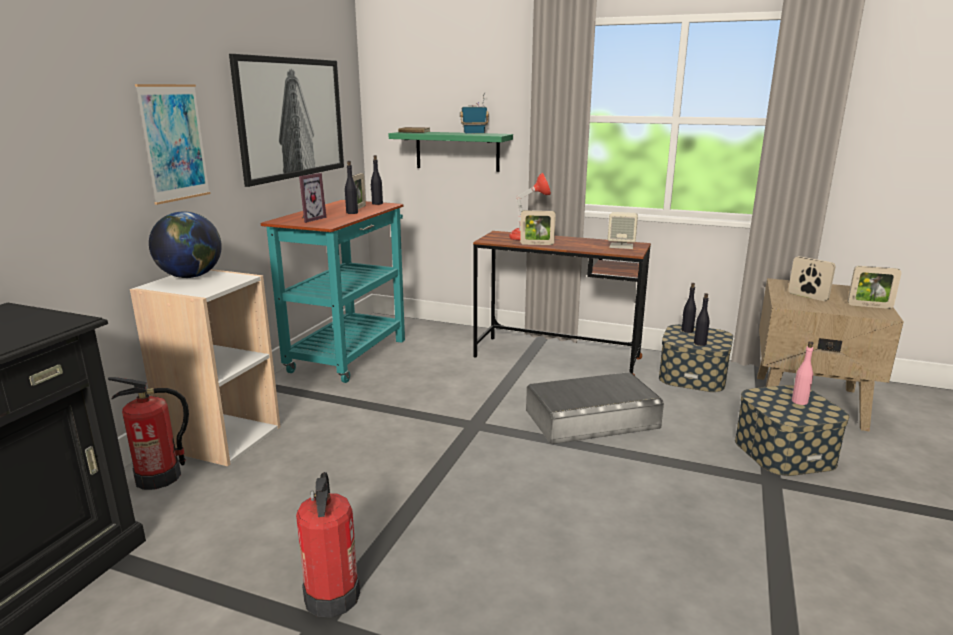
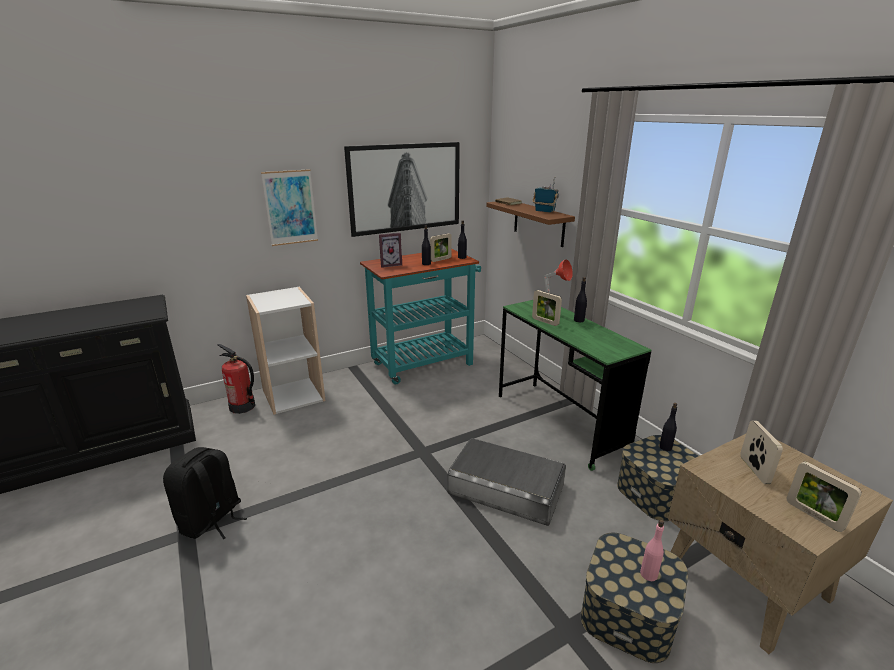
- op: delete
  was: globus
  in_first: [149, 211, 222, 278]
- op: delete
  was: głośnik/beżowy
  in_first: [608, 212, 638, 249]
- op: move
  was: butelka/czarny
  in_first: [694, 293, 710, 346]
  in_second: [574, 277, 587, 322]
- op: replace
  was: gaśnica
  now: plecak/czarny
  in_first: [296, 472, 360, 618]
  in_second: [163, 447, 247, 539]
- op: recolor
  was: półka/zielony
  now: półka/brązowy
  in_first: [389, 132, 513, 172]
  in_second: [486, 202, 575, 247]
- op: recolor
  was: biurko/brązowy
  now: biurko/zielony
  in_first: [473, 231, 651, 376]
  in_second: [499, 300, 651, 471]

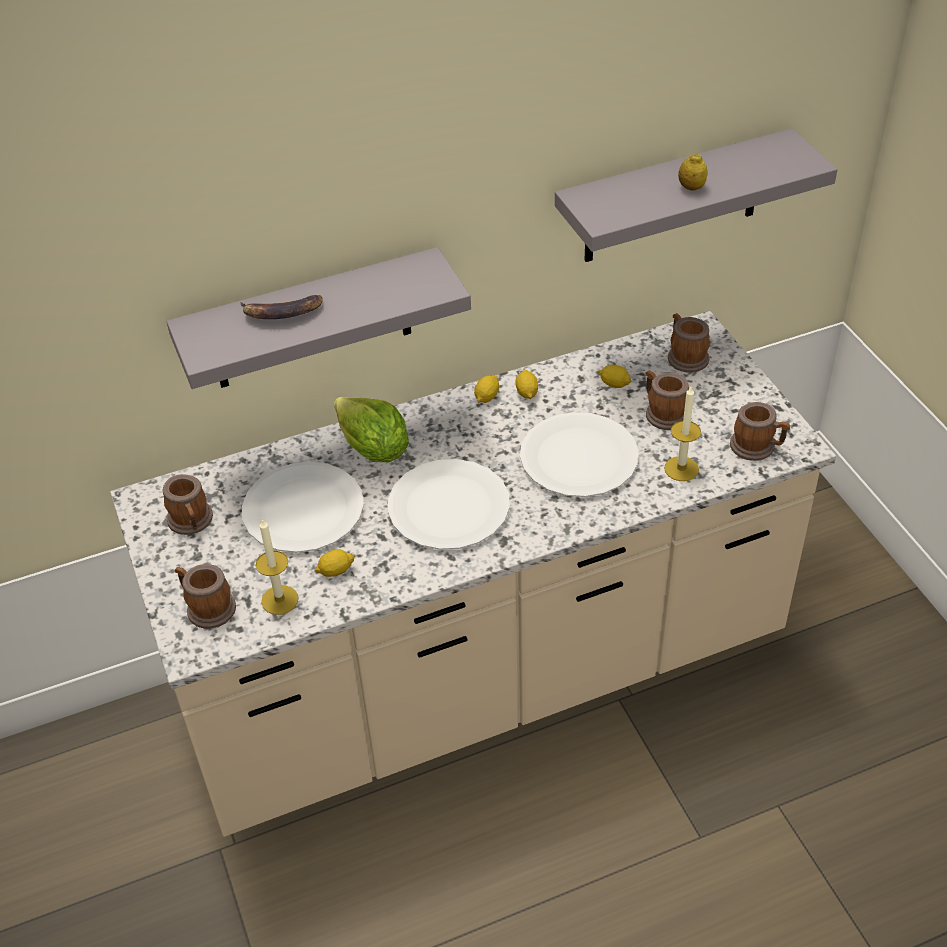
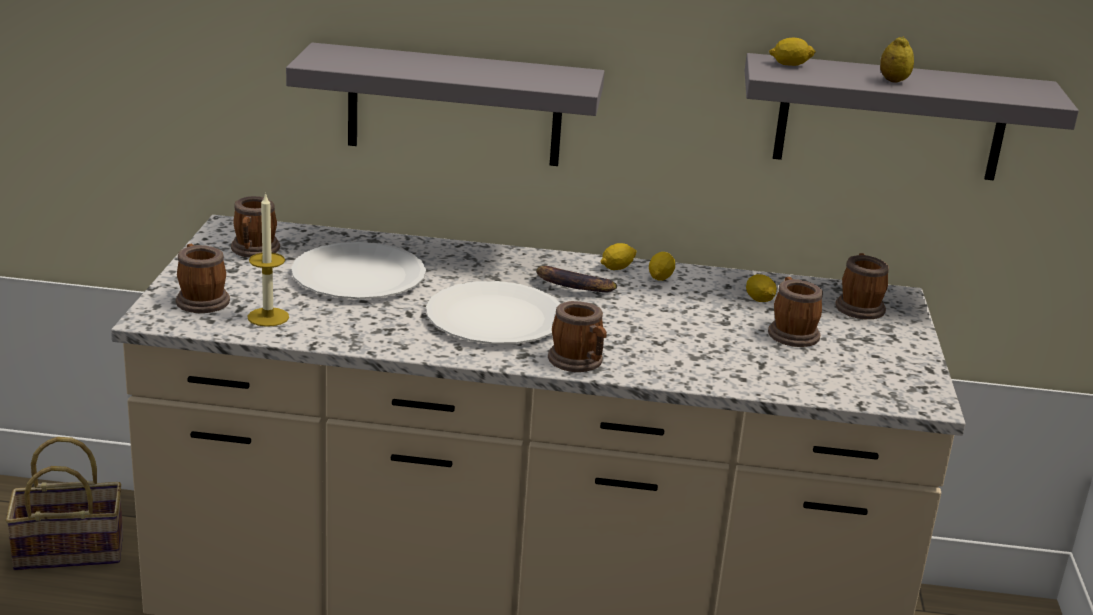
- op: delete
  was: sałata
  in_first: [334, 397, 409, 462]
- op: delete
  was: talerz/biały
  in_first: [520, 412, 639, 497]
- op: delete
  was: świeca
  in_first: [664, 387, 701, 481]
- op: insert
  now: koszyk
  in_second: [5, 437, 123, 570]
- op: move
  was: banan
  in_first: [240, 295, 322, 319]
  in_second: [536, 266, 617, 292]
- op: move
  was: cytryna
  in_first: [314, 549, 355, 577]
  in_second: [769, 38, 816, 66]
- op: move
  was: kubek
  in_first: [730, 402, 790, 461]
  in_second: [548, 301, 607, 372]

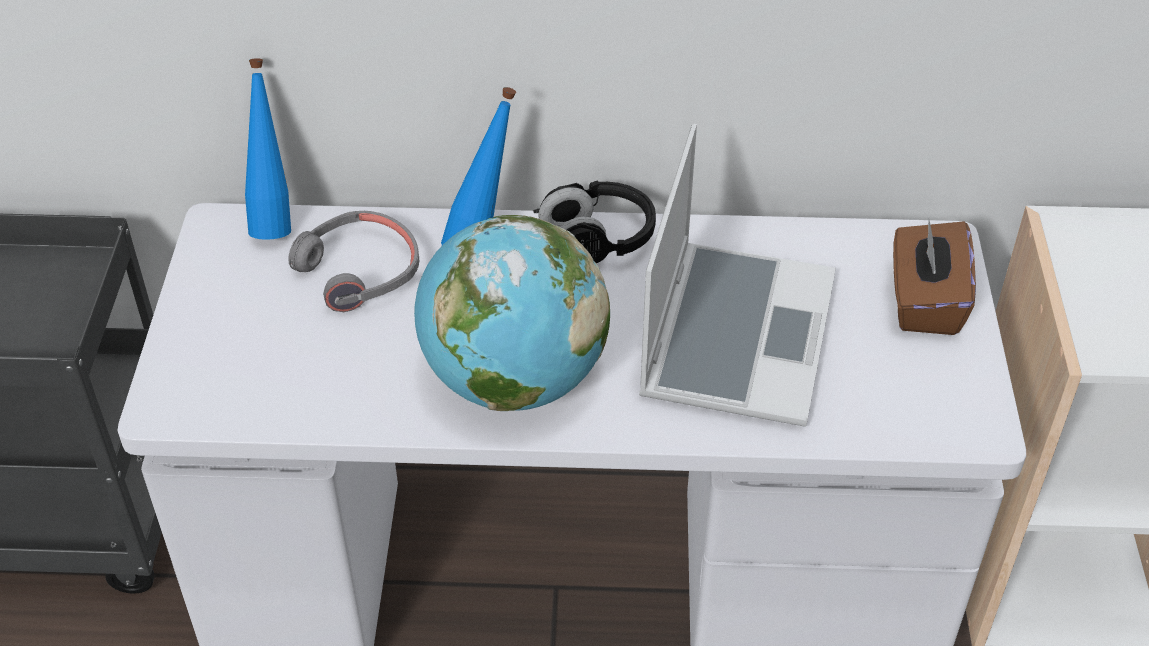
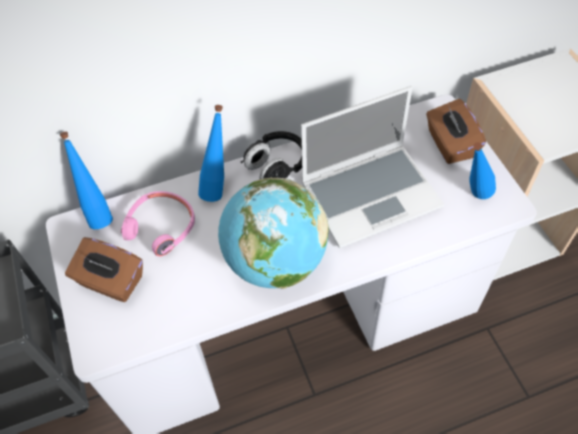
- op: insert
  now: pudełko chusteczek/brązowy
  in_second: [65, 237, 143, 302]
- op: insert
  now: butelka/niebieski
  in_second: [469, 142, 496, 199]
- op: recolor
  was: słuchawki/szary
  now: słuchawki/różowy
  in_first: [288, 211, 419, 312]
  in_second: [121, 191, 195, 257]
- op: rotate
  was: laptop
  in_first: [639, 124, 836, 427]
  in_second: [301, 86, 444, 249]
  clockwise: 75

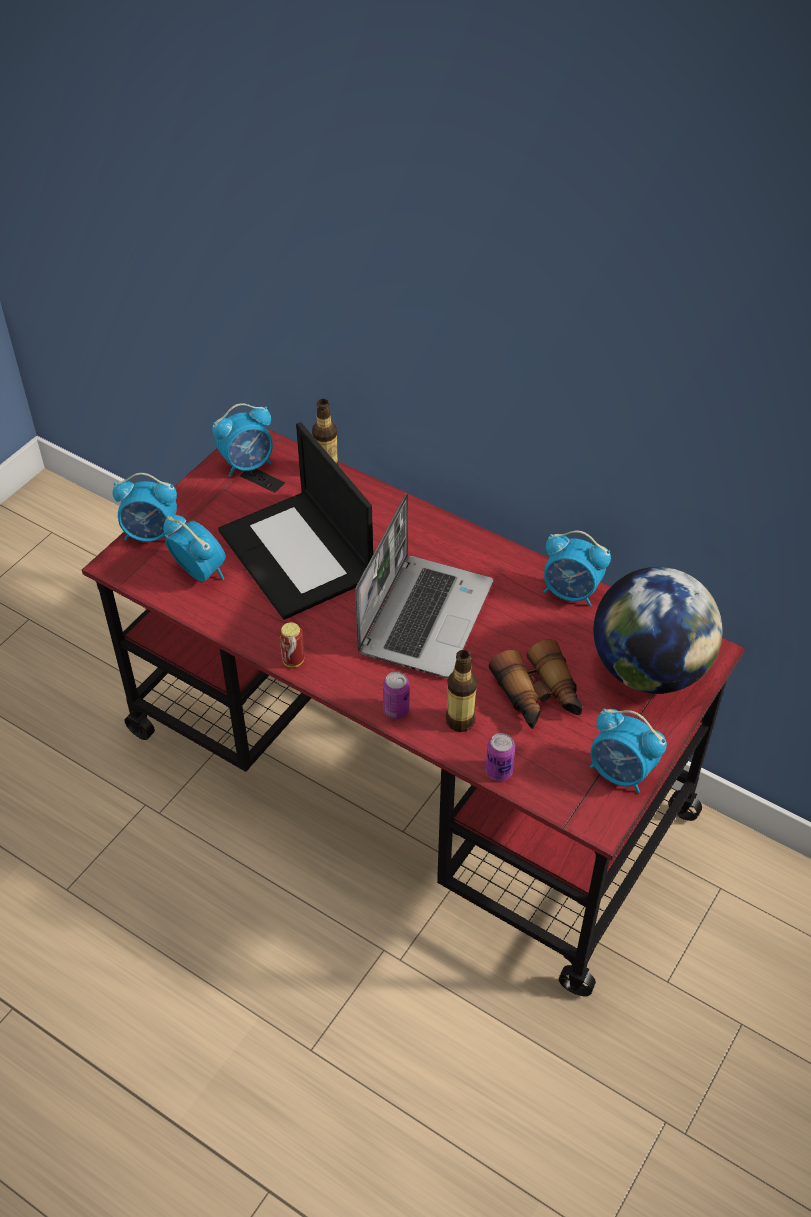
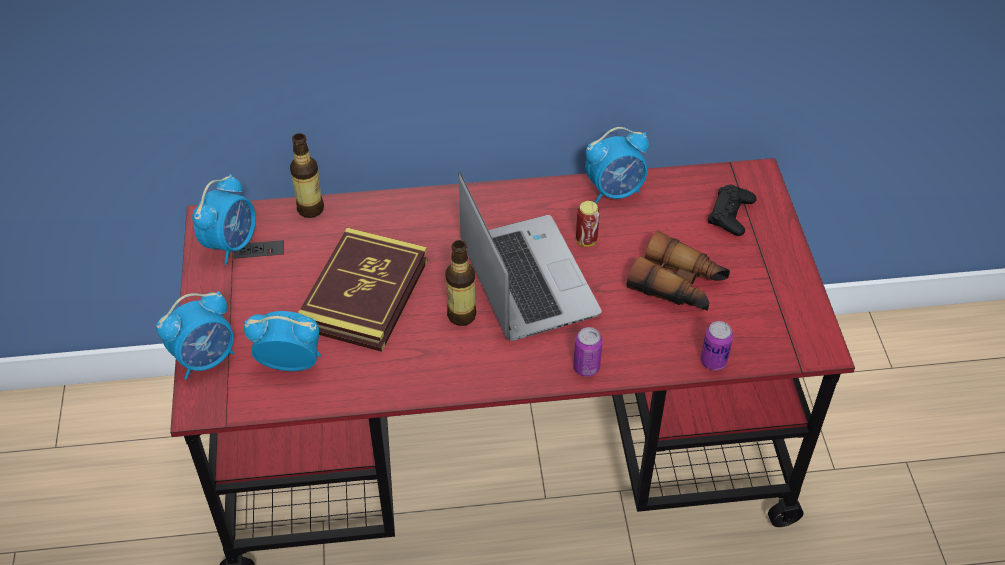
- op: delete
  was: budzik
  in_first: [590, 708, 667, 793]
- op: move
  was: puszka
  in_first: [279, 622, 304, 668]
  in_second: [576, 201, 600, 247]
- op: move
  was: butelka
  in_first: [446, 650, 477, 732]
  in_second: [446, 240, 477, 326]
- op: replace
  was: laptop
  now: książka
  in_first: [218, 422, 373, 620]
  in_second: [298, 228, 428, 352]
- op: replace
  was: globus
  now: pad do gier/czarny
  in_first: [593, 567, 722, 694]
  in_second: [708, 185, 756, 236]

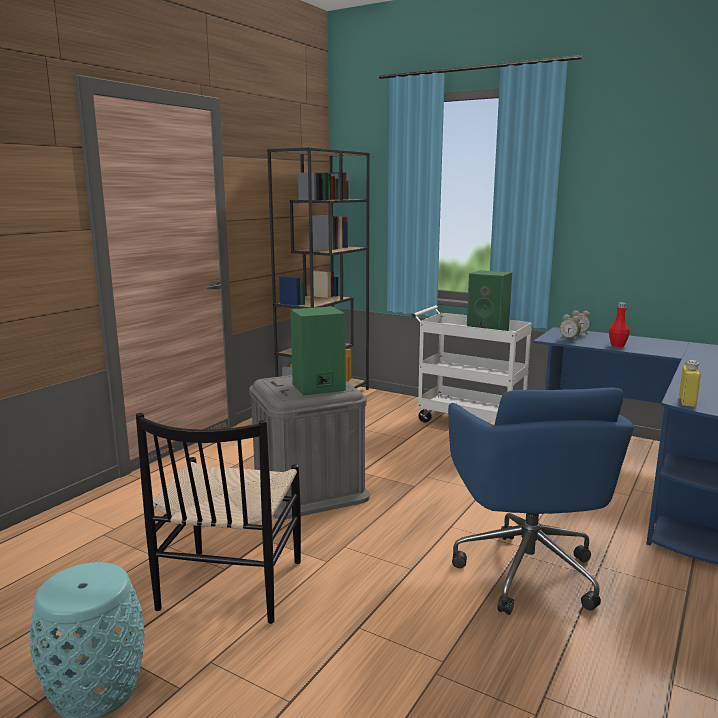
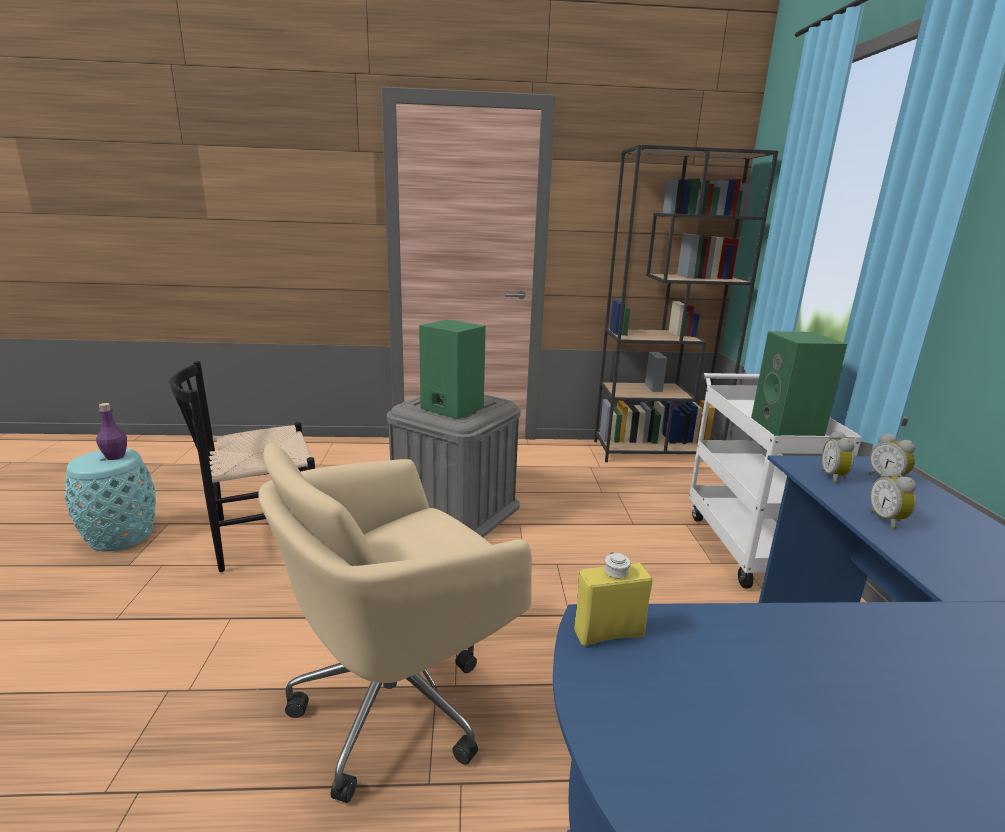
- op: insert
  now: butelka/fioletowy
  in_second: [96, 403, 127, 460]
- op: replace
  was: butelka/czerwony
  now: budzik
  in_first: [609, 302, 630, 347]
  in_second: [870, 467, 917, 529]
- op: recolor
  was: krzesło biurowe/niebieski
  now: krzesło biurowe/beżowy
  in_first: [448, 388, 634, 615]
  in_second: [258, 443, 532, 803]

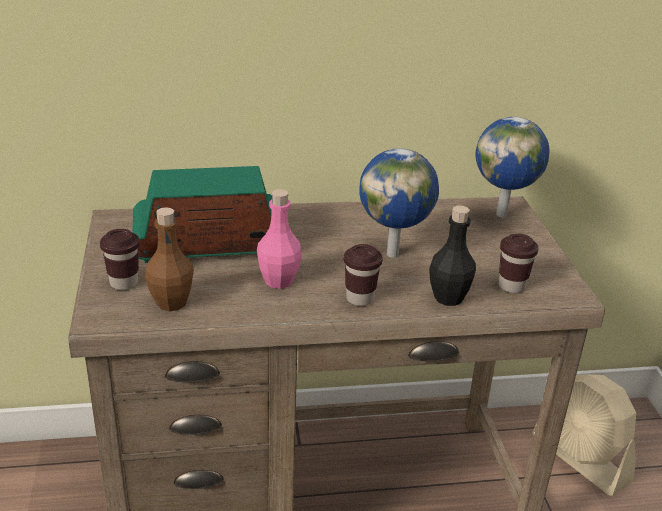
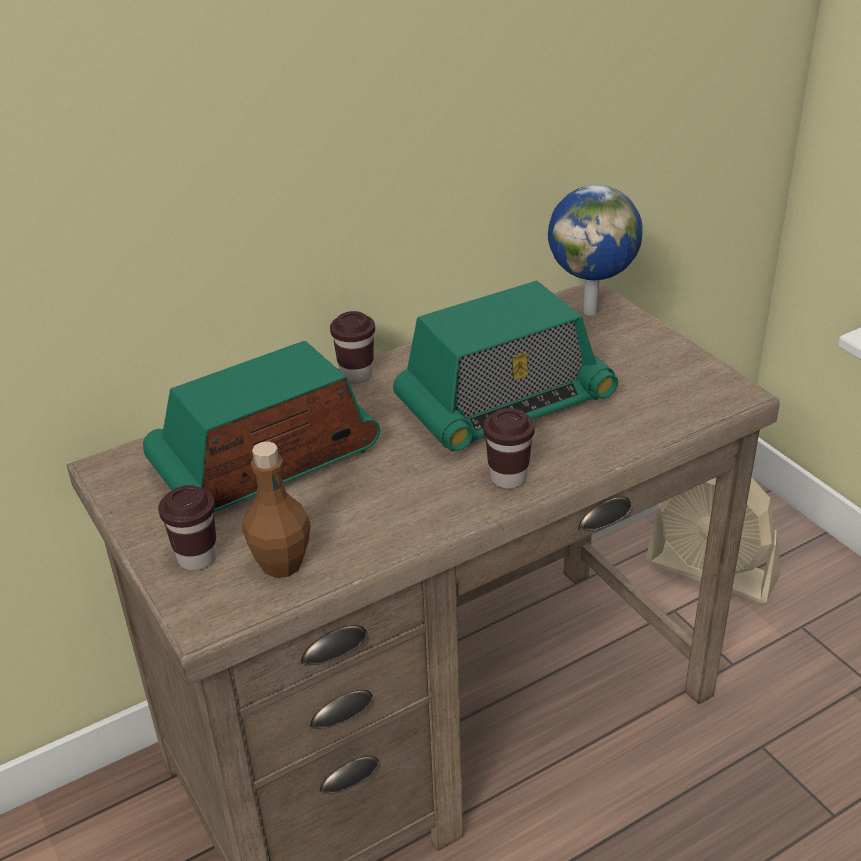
- op: delete
  was: butelka/różowy
  in_first: [257, 189, 302, 289]
- op: delete
  was: butelka/czarny
  in_first: [429, 206, 476, 306]
- op: move
  was: filiżanka/brązowy
  in_first: [499, 233, 539, 293]
  in_second: [330, 311, 375, 383]
- op: replace
  was: globus
  now: radio
  in_first: [359, 148, 439, 258]
  in_second: [393, 281, 618, 452]

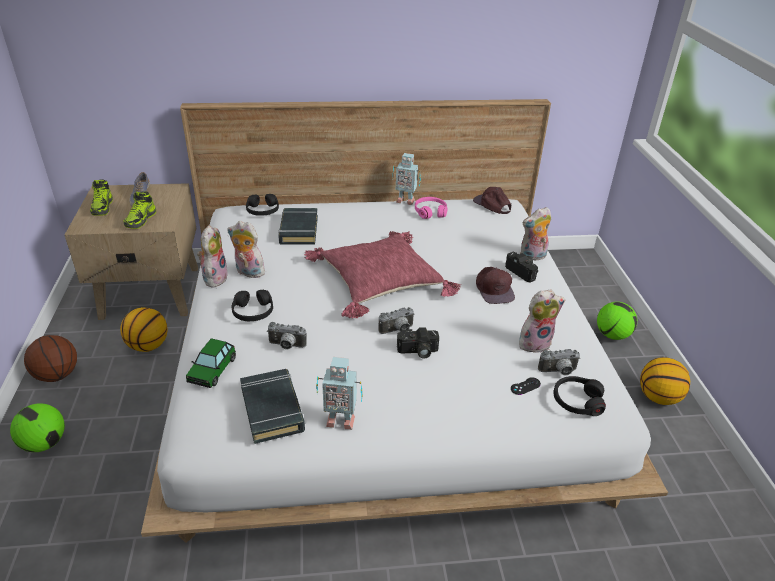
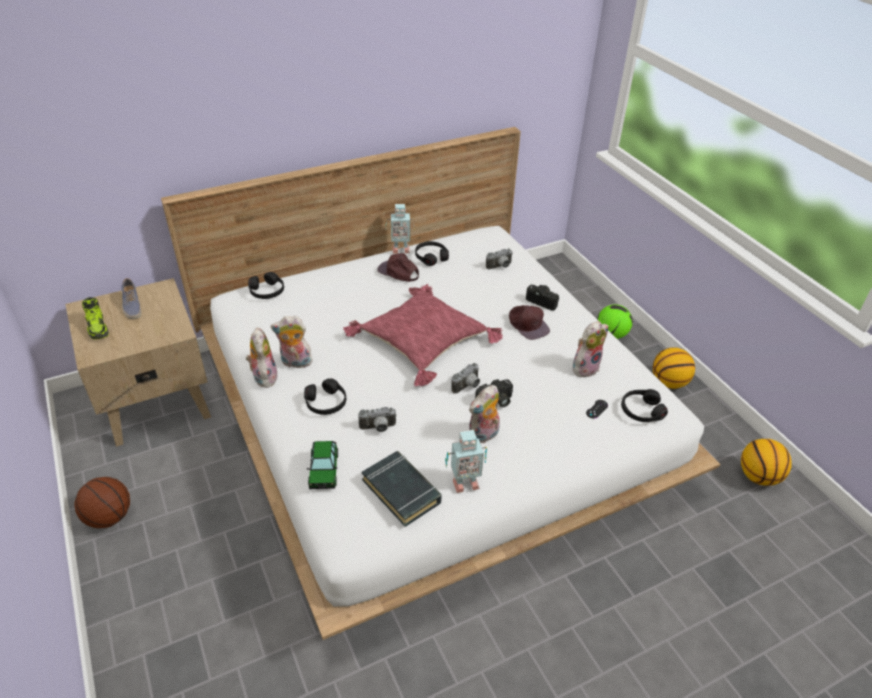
- op: delete
  was: piłka futbolowa
  in_first: [10, 404, 65, 452]
- op: delete
  was: but
  in_first: [123, 191, 156, 229]
- op: delete
  was: książka/czarny
  in_first: [278, 208, 318, 245]
- op: move
  was: piłka do koszykówki
  in_first: [120, 307, 167, 352]
  in_second: [741, 439, 792, 486]
- op: move
  was: czapka z daszkiem/brązowy
  in_first: [473, 187, 511, 214]
  in_second: [377, 253, 419, 282]
- op: move
  was: pluszak
  in_first: [520, 207, 551, 260]
  in_second: [469, 385, 500, 444]
- op: move
  was: aparat fotograficzny
  in_first: [538, 349, 580, 376]
  in_second: [486, 248, 513, 269]
- op: recolor
  was: słuchawki/różowy
  now: słuchawki/czarny
  in_first: [415, 197, 448, 219]
  in_second: [415, 241, 449, 266]

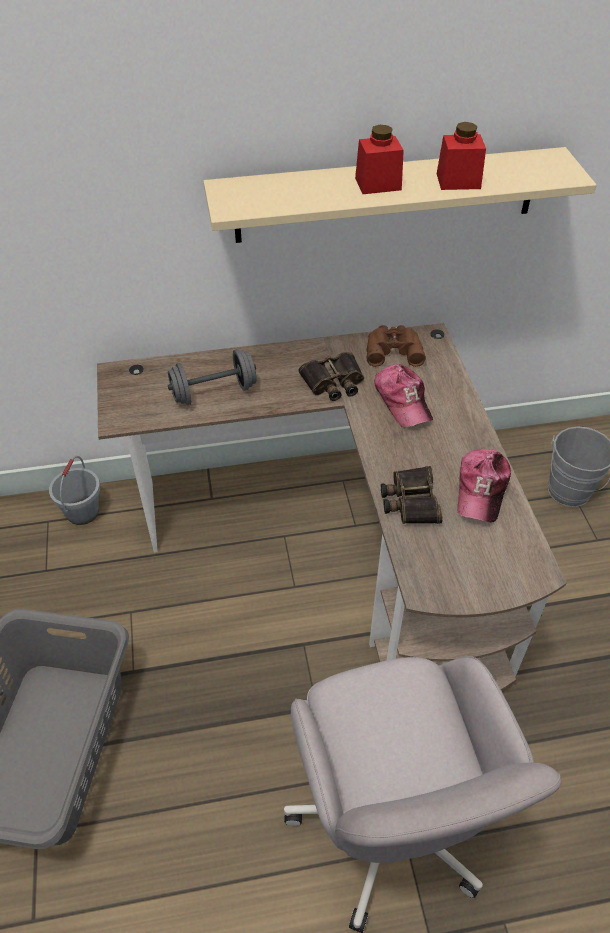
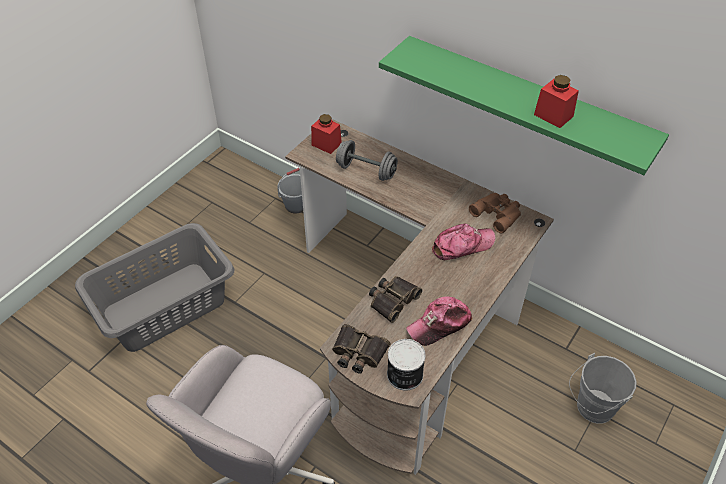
- op: insert
  now: puszka
  in_second: [387, 339, 426, 391]
- op: move
  was: lornetka
  in_first: [298, 352, 364, 401]
  in_second: [332, 324, 390, 374]
- op: move
  was: słoik/czerwony
  in_first: [355, 125, 404, 194]
  in_second: [311, 114, 342, 154]
- op: recolor
  was: półka/beżowy
  now: półka/zielony
  in_first: [204, 147, 596, 243]
  in_second: [379, 36, 669, 175]
- op: rotate
  was: czapka z daszkiem
  in_first: [374, 364, 433, 427]
  in_second: [432, 224, 495, 260]
  clockwise: -135

